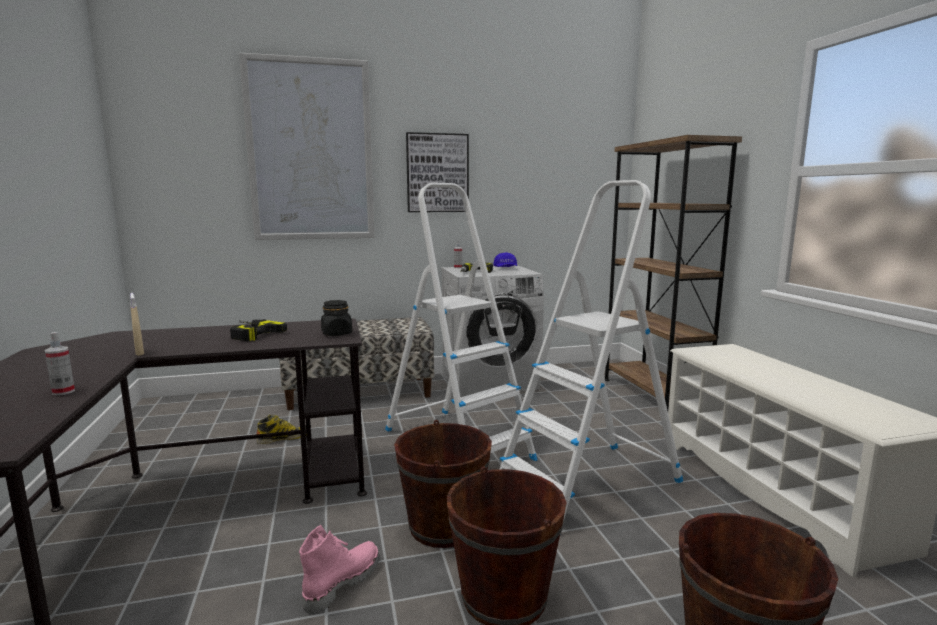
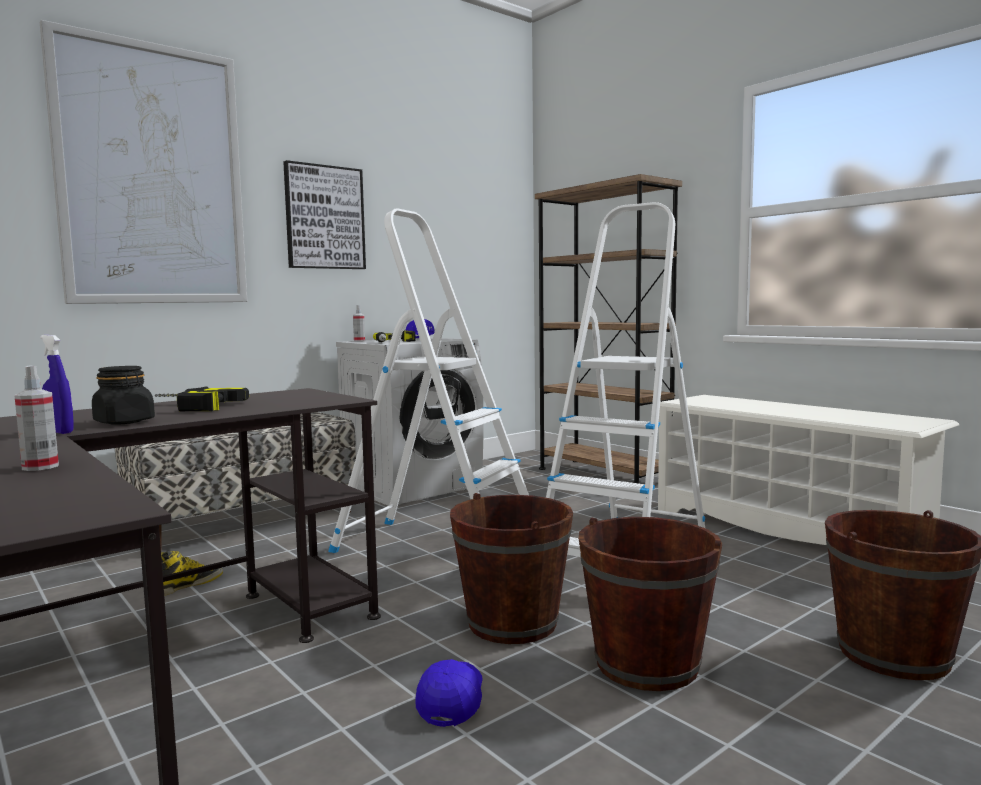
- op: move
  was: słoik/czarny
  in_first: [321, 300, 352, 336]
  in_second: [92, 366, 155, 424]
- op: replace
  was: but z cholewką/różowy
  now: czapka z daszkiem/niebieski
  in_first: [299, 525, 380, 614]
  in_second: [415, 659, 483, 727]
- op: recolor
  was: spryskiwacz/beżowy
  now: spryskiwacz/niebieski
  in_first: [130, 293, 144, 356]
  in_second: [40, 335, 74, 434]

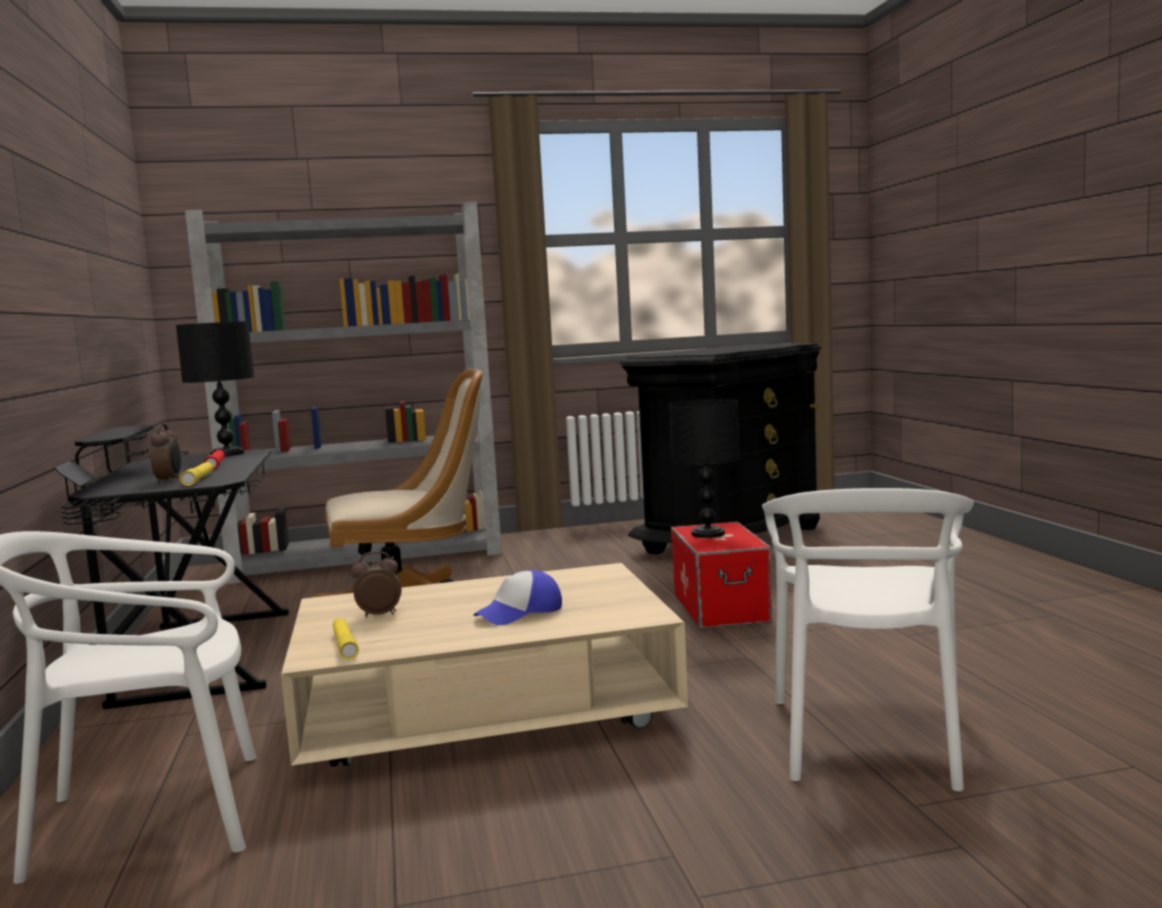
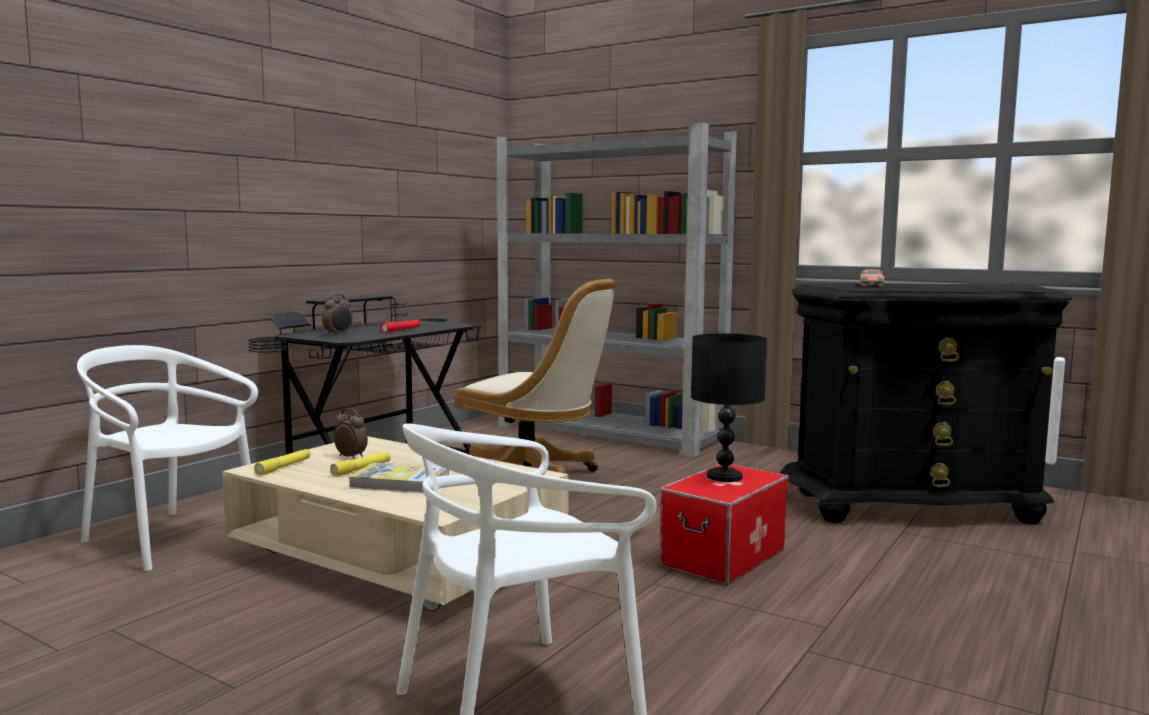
- op: delete
  was: lampa stołowa/czarny
  in_first: [176, 321, 254, 457]
- op: insert
  now: samochodzik
  in_second: [860, 269, 884, 287]
- op: move
  was: latarka/żółty
  in_first: [180, 462, 213, 486]
  in_second: [330, 452, 391, 477]
- op: replace
  was: czapka z daszkiem
  now: książka
  in_first: [474, 570, 562, 625]
  in_second: [349, 462, 449, 493]

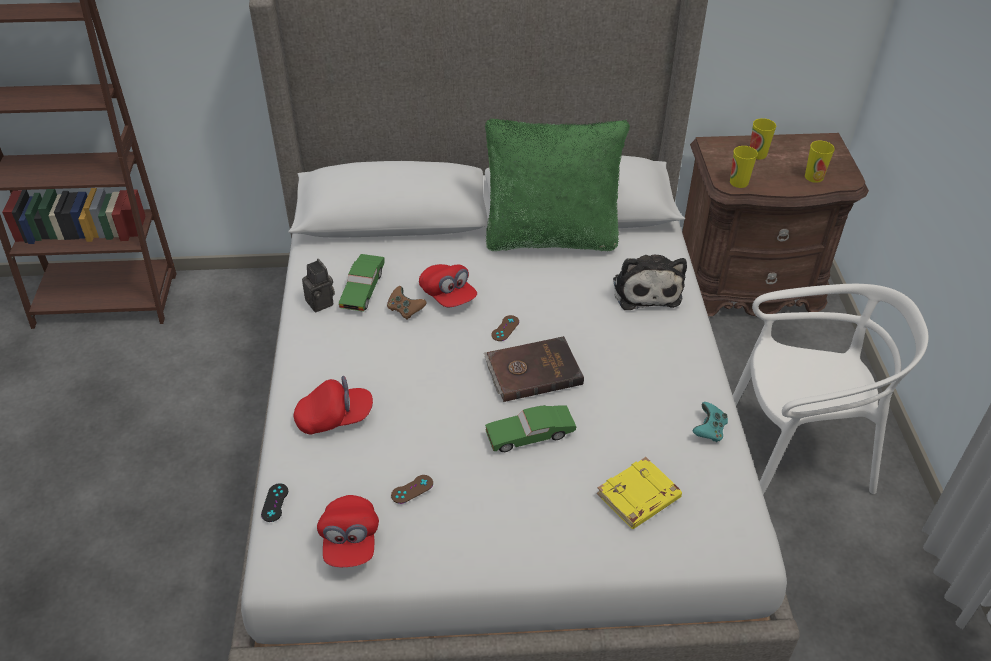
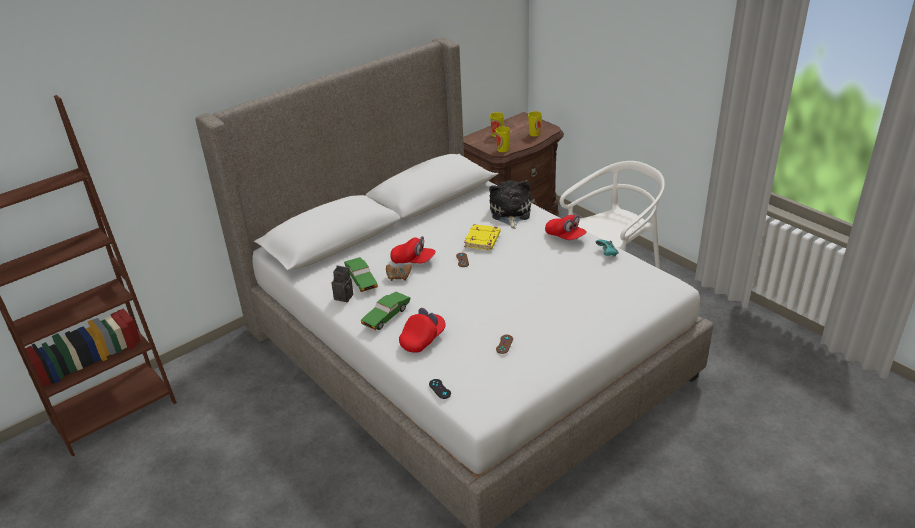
- op: delete
  was: książka/brązowy
  in_first: [484, 336, 584, 402]
- op: delete
  was: poduszka/zielony
  in_first: [485, 118, 630, 251]
- op: move
  was: czapka z daszkiem/czerwony
  in_first: [317, 495, 379, 567]
  in_second: [545, 215, 587, 240]
- op: move
  was: samochodzik/zielony
  in_first: [485, 405, 577, 452]
  in_second: [361, 292, 410, 330]
- op: move
  was: książka/żółty
  in_first: [597, 457, 682, 529]
  in_second: [464, 224, 501, 250]
- op: rotate
  was: pluszak
  in_first: [613, 254, 687, 310]
  in_second: [489, 180, 531, 229]
  clockwise: -135

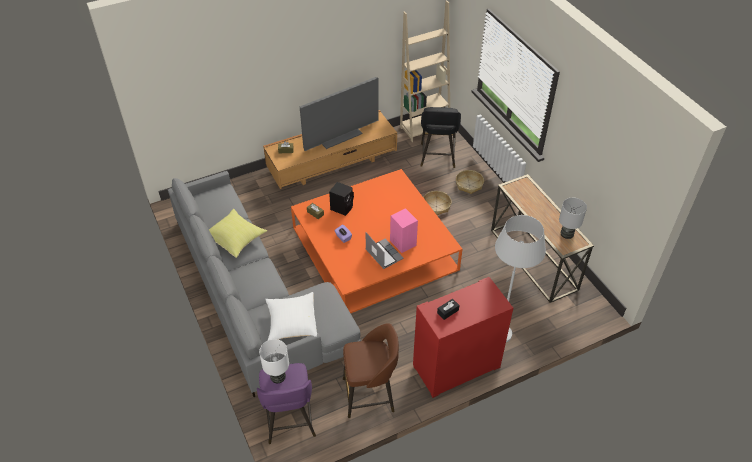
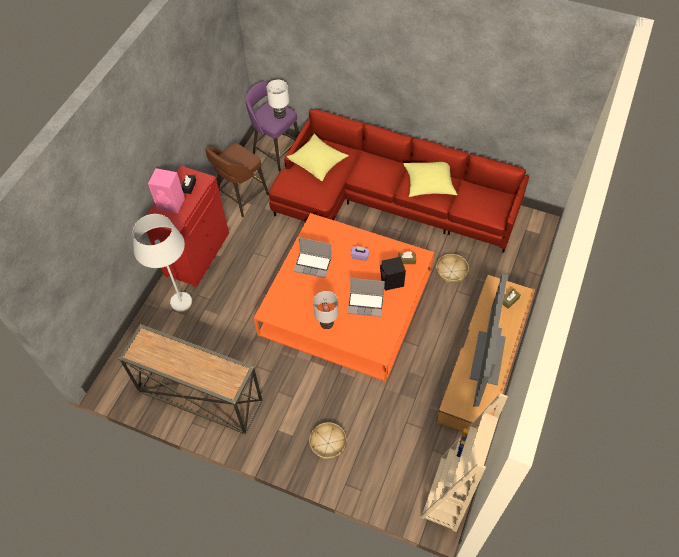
- op: delete
  was: stołek/czarny
  in_first: [420, 107, 461, 168]
- op: insert
  now: laptop
  in_second: [347, 278, 385, 317]
- op: move
  was: głośnik/różowy
  in_first: [390, 208, 418, 253]
  in_second: [148, 168, 185, 213]
- op: move
  was: koszyk
  in_first: [423, 191, 451, 215]
  in_second: [436, 254, 469, 283]
- op: move
  was: lampa stołowa/szary
  in_first: [559, 198, 587, 239]
  in_second: [313, 291, 338, 329]
- op: recolor
  was: kanapa/szary
  now: kanapa/czerwony
  in_first: [168, 171, 361, 397]
  in_second: [269, 109, 529, 253]
- op: recolor
  was: poduszka/biały
  now: poduszka/żółty
  in_first: [265, 292, 317, 341]
  in_second: [287, 134, 349, 181]

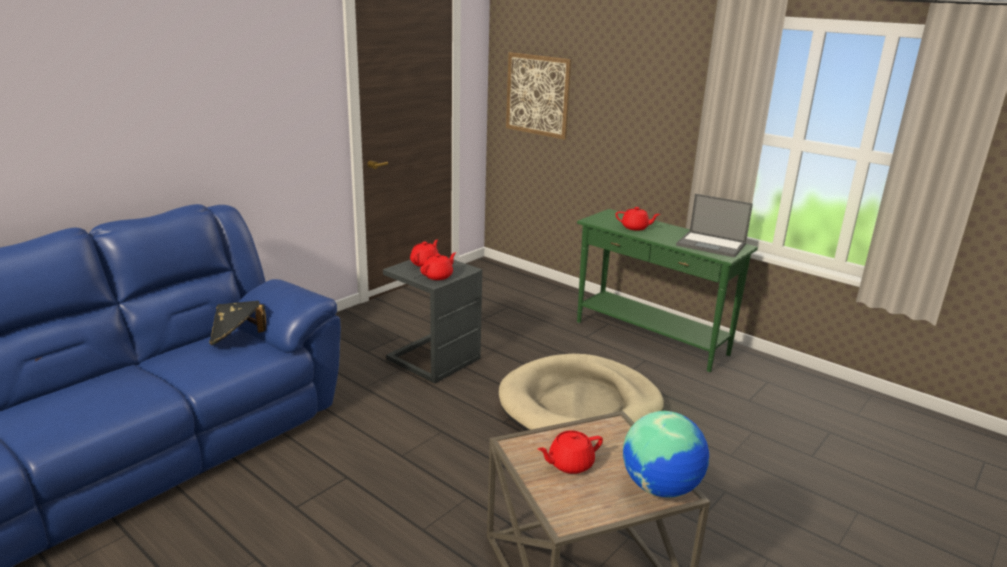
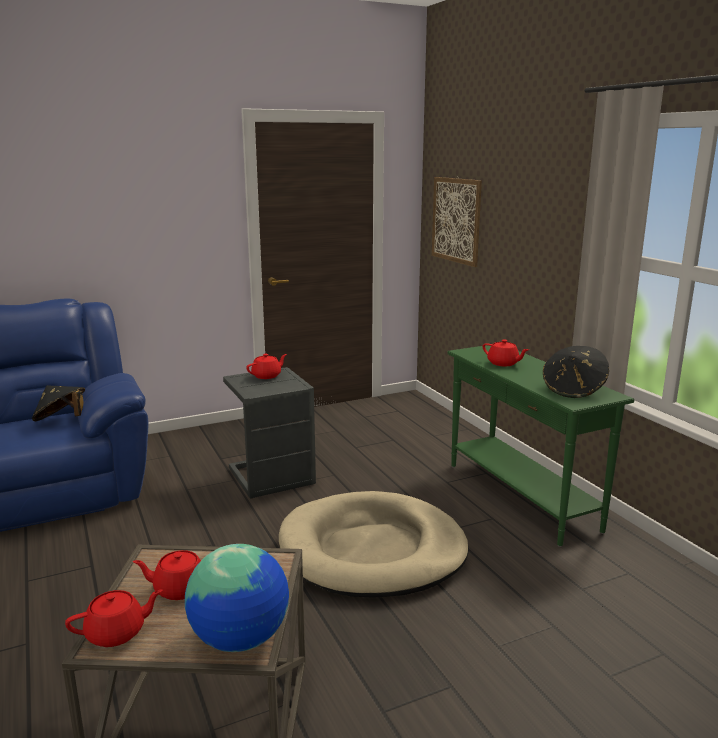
- op: move
  was: imbryk/czerwony
  in_first: [420, 252, 456, 280]
  in_second: [65, 590, 163, 647]
- op: replace
  was: laptop
  now: kapelusz/czarny
  in_first: [676, 194, 753, 258]
  in_second: [543, 346, 609, 398]

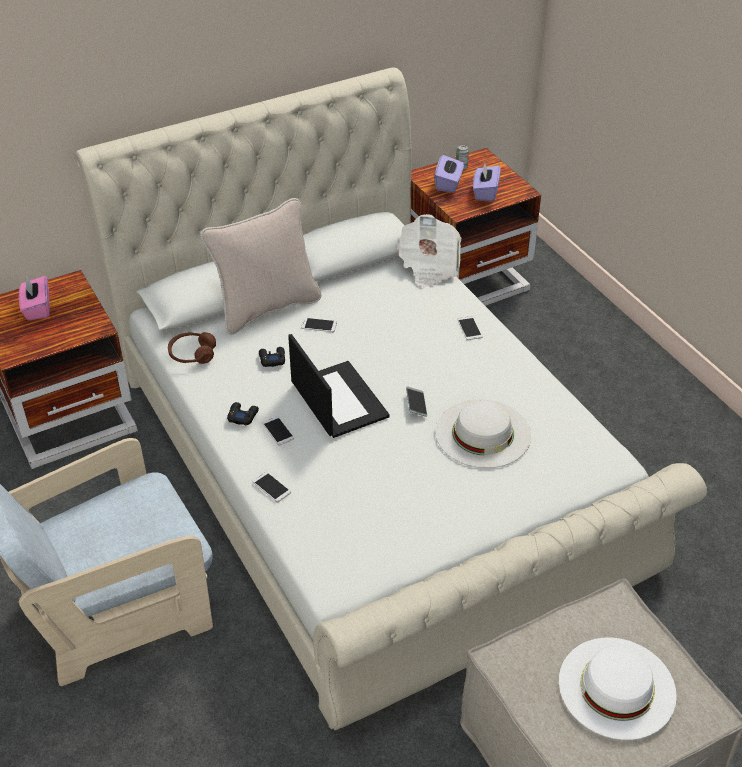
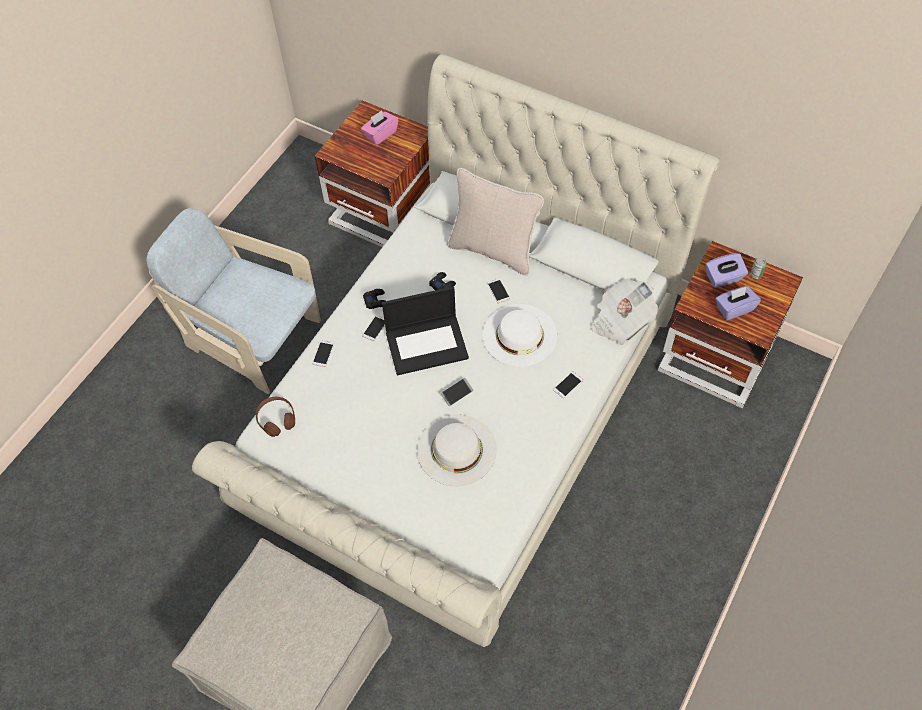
- op: move
  was: słuchawki/brązowy
  in_first: [168, 332, 216, 364]
  in_second: [256, 397, 295, 437]
- op: move
  was: kapelusz/biały
  in_first: [559, 638, 677, 740]
  in_second: [483, 304, 557, 367]
- op: rotate
  was: laptop
  in_first: [288, 334, 390, 438]
  in_second: [382, 286, 469, 375]
  clockwise: 45

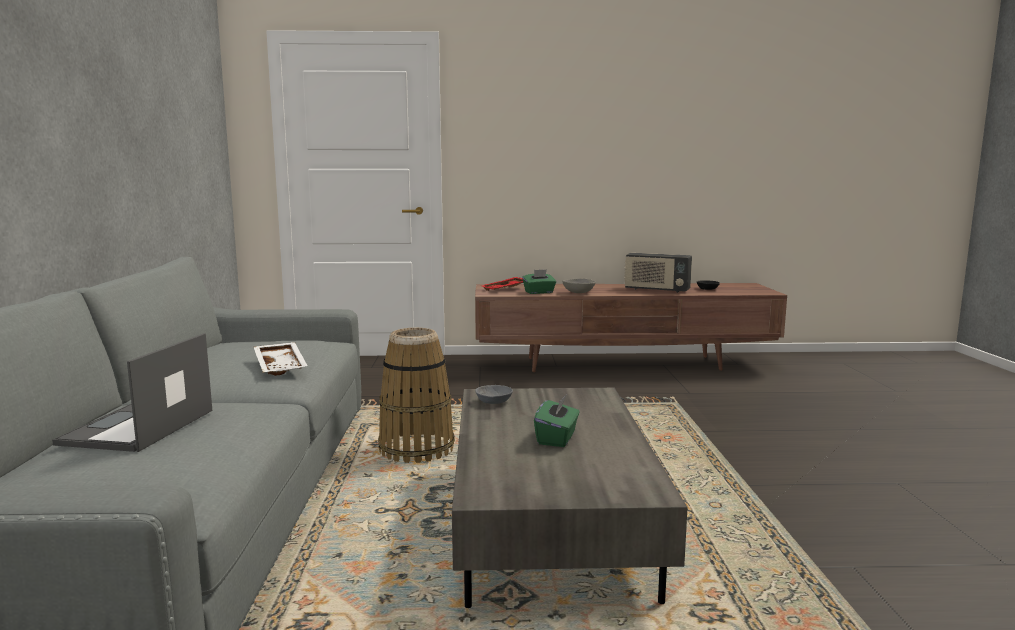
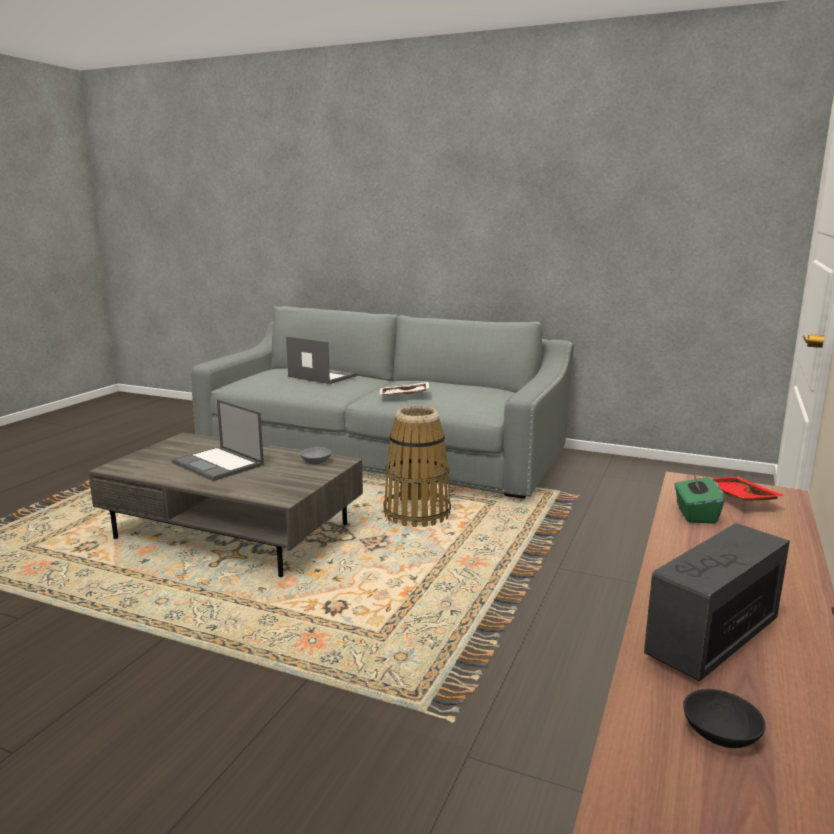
- op: delete
  was: miska/szary
  in_first: [562, 279, 596, 293]
- op: replace
  was: pudełko chusteczek/zielony
  now: laptop
  in_first: [534, 395, 579, 447]
  in_second: [172, 399, 264, 481]

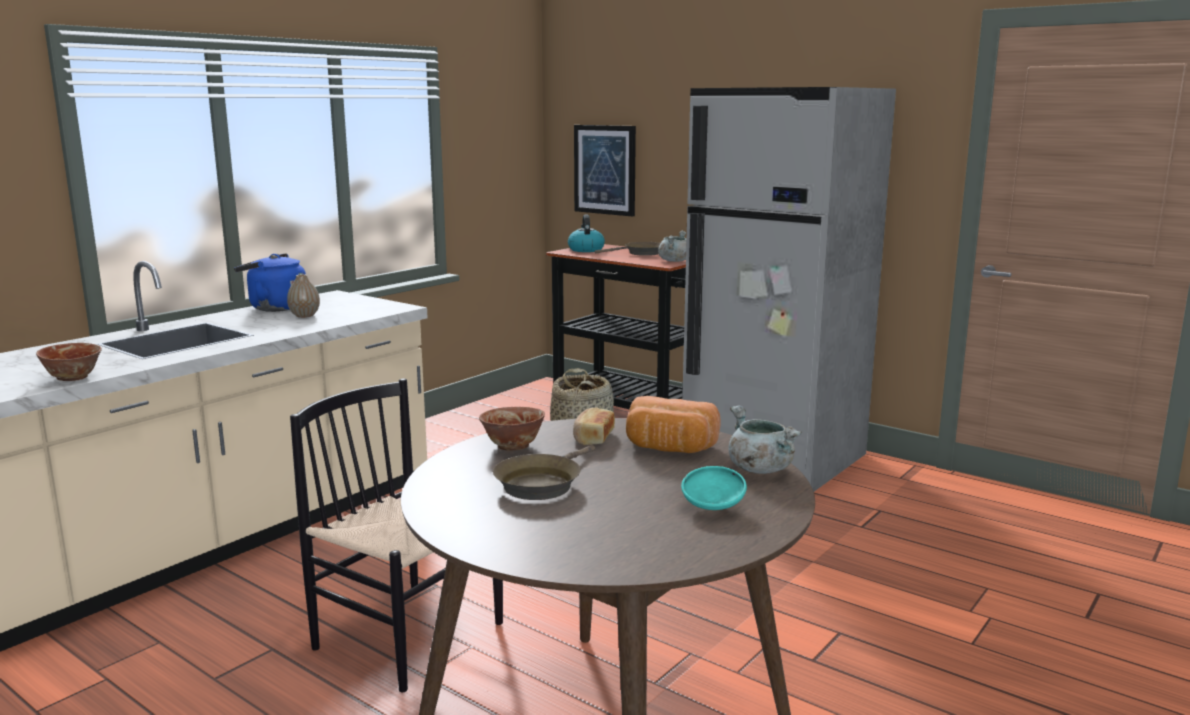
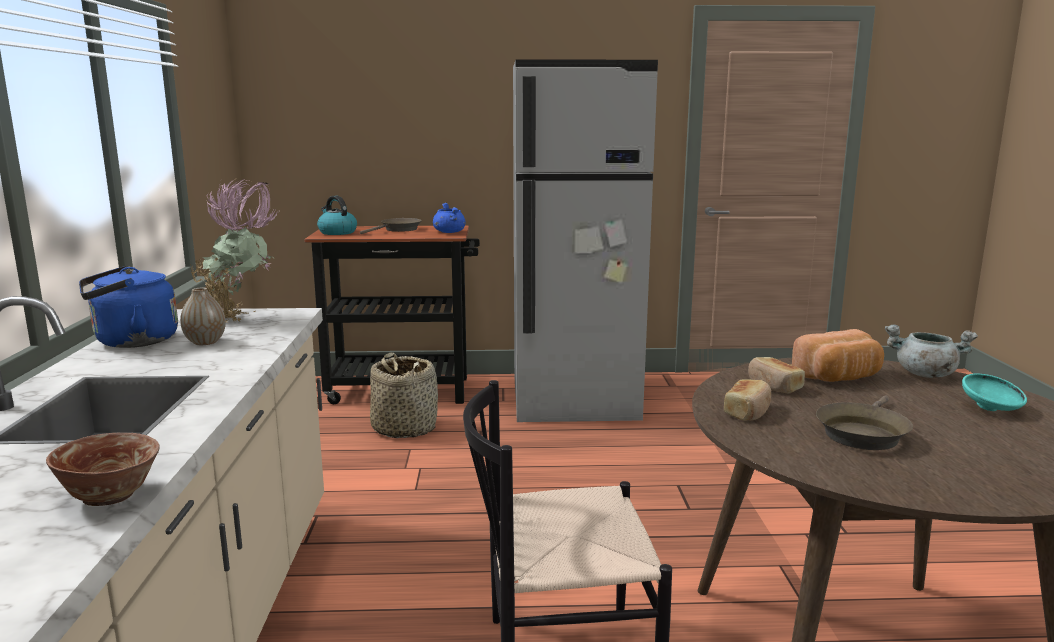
- op: delete
  was: obraz
  in_first: [574, 125, 636, 216]
- op: insert
  now: roślina doniczkowa
  in_second: [190, 179, 279, 322]
- op: replace
  was: miska
  now: chleb
  in_first: [479, 407, 545, 451]
  in_second: [724, 380, 771, 421]
- op: recolor
  was: garnek/szary
  now: garnek/niebieski
  in_first: [658, 231, 687, 262]
  in_second: [433, 203, 466, 233]
- op: rotate
  was: patelnia/brązowy
  in_first: [493, 445, 595, 500]
  in_second: [816, 395, 913, 450]
  clockwise: 45

